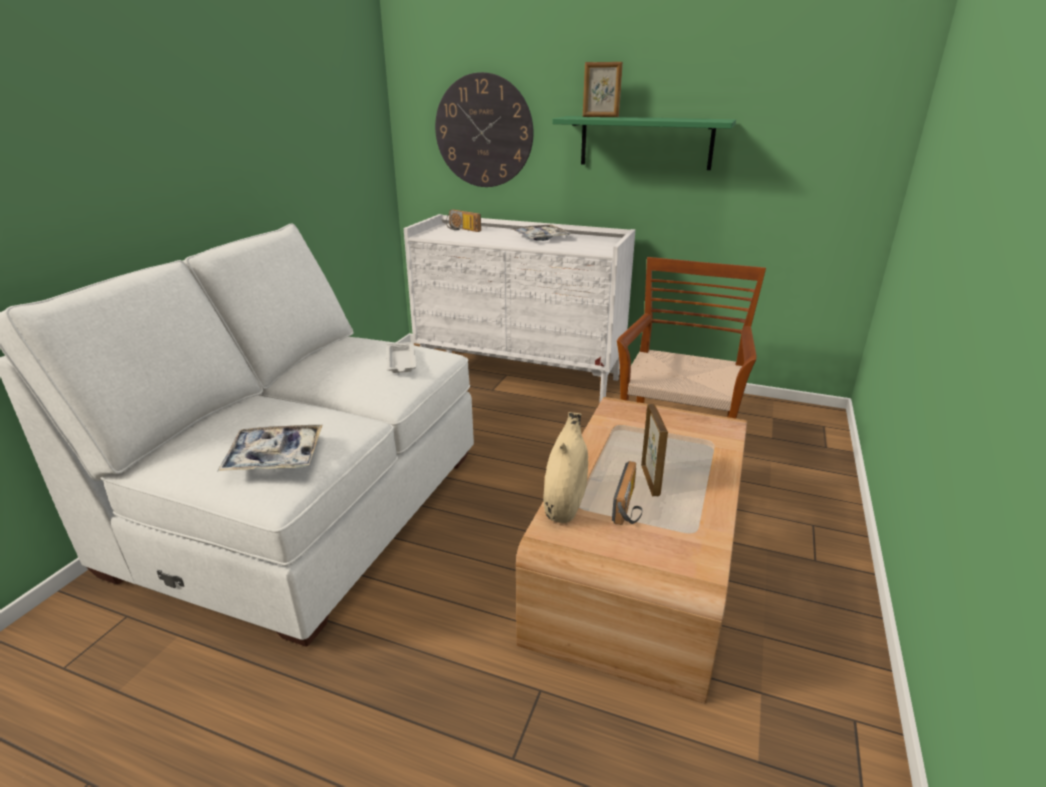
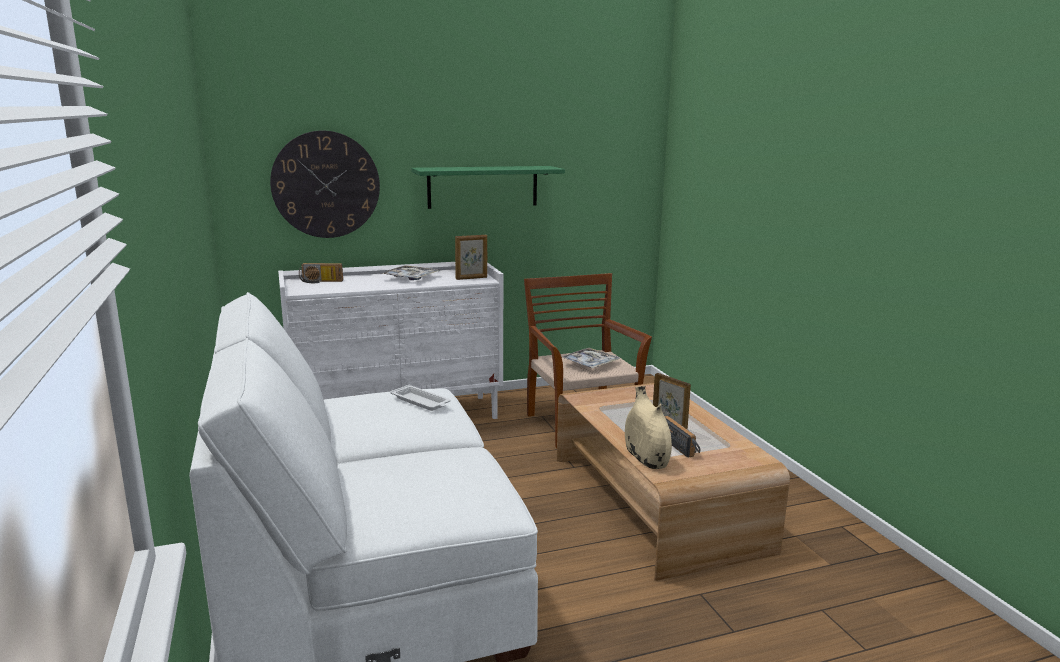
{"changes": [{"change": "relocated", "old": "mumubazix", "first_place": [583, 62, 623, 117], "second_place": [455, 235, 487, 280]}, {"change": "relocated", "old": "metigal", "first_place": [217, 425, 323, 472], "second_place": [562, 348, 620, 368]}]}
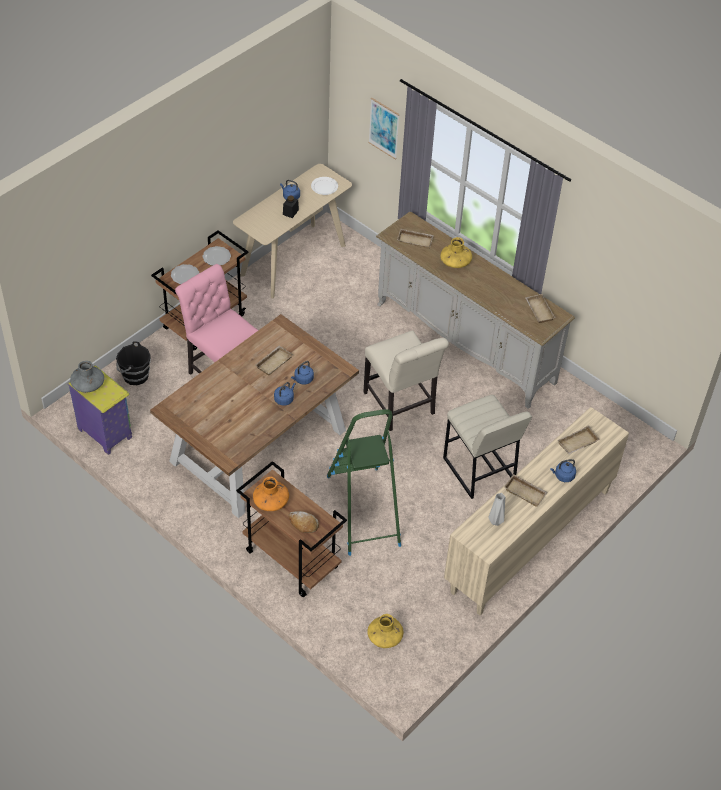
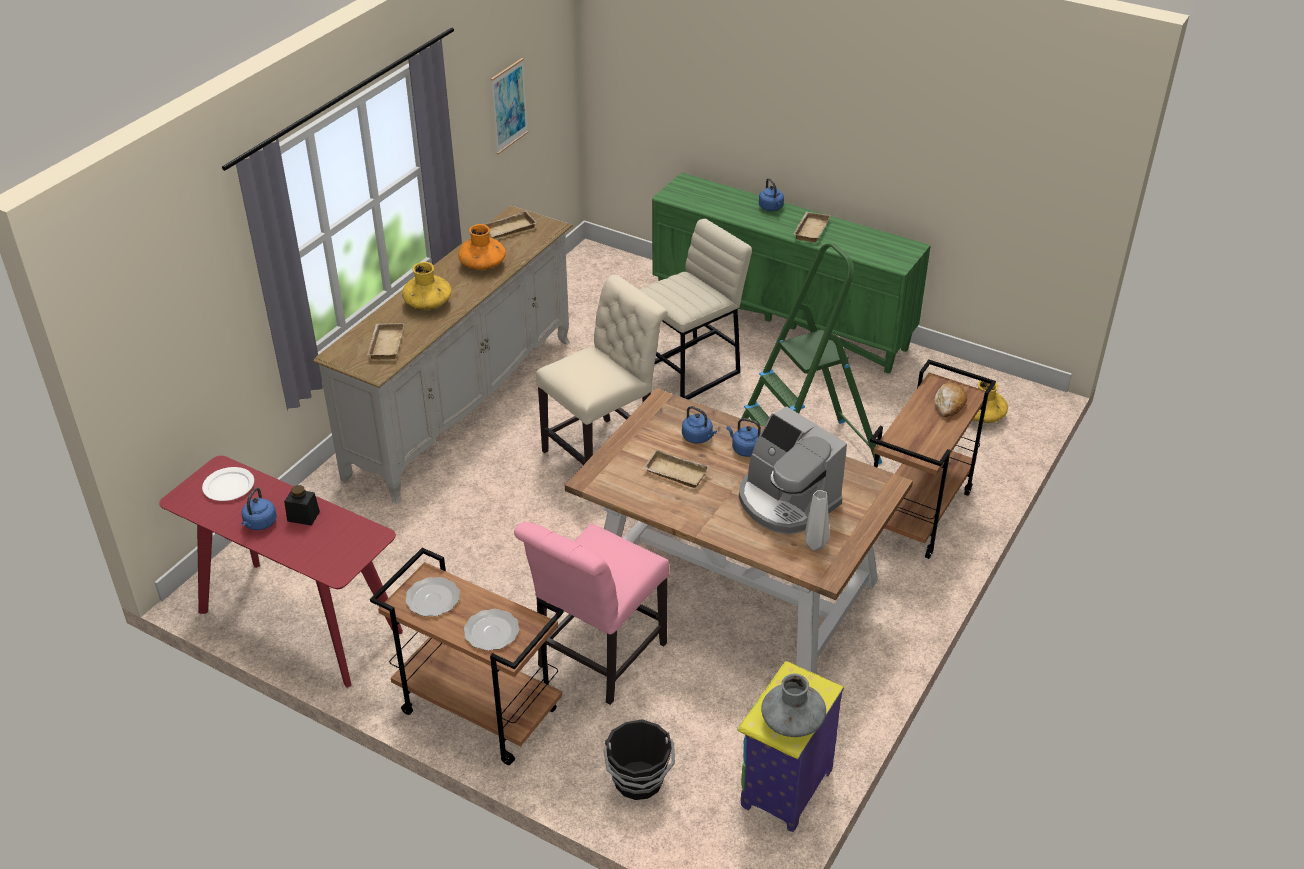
{"changes": [{"change": "relocated", "old": "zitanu", "first_place": [368, 98, 400, 160], "second_place": [491, 58, 528, 154]}, {"change": "colour", "old": "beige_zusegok", "new": "red_zusegok", "first_place": [233, 164, 352, 298], "second_place": [159, 456, 403, 688]}, {"change": "colour", "old": "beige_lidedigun", "new": "green_lidedigun", "first_place": [444, 407, 629, 615], "second_place": [652, 173, 931, 374]}, {"change": "missing", "old": "beige_metigal", "first_place": [558, 426, 600, 454]}, {"change": "relocated", "old": "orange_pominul", "first_place": [253, 477, 289, 511], "second_place": [458, 224, 506, 270]}, {"change": "relocated", "old": "grey_pominul", "first_place": [488, 493, 505, 526], "second_place": [805, 490, 830, 551]}, {"change": "appeared", "new": "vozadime", "second_place": [739, 406, 847, 535]}]}
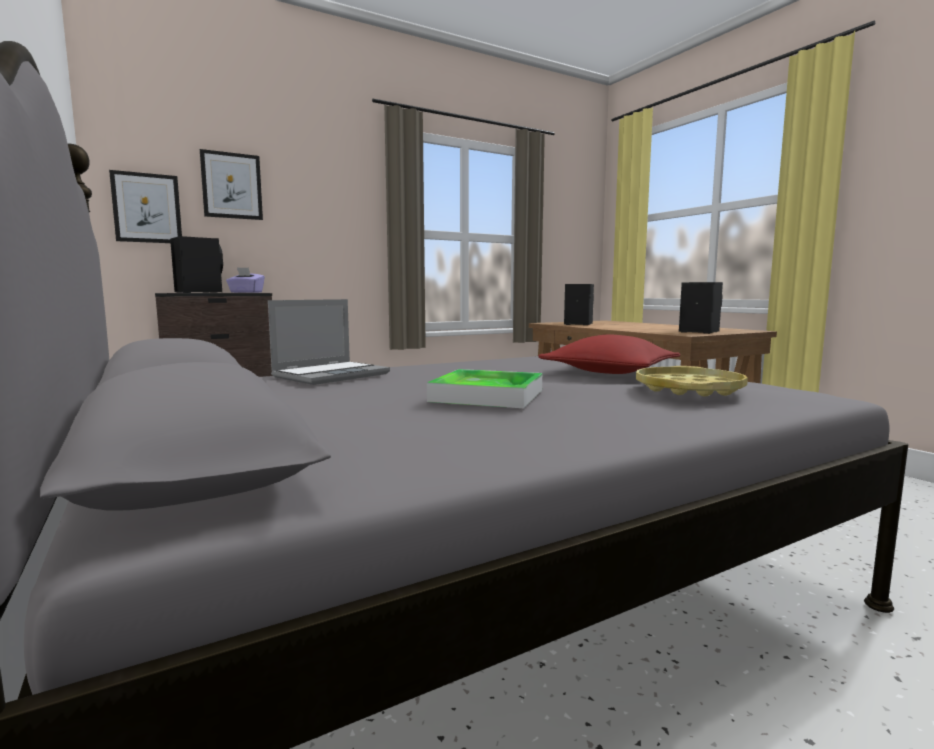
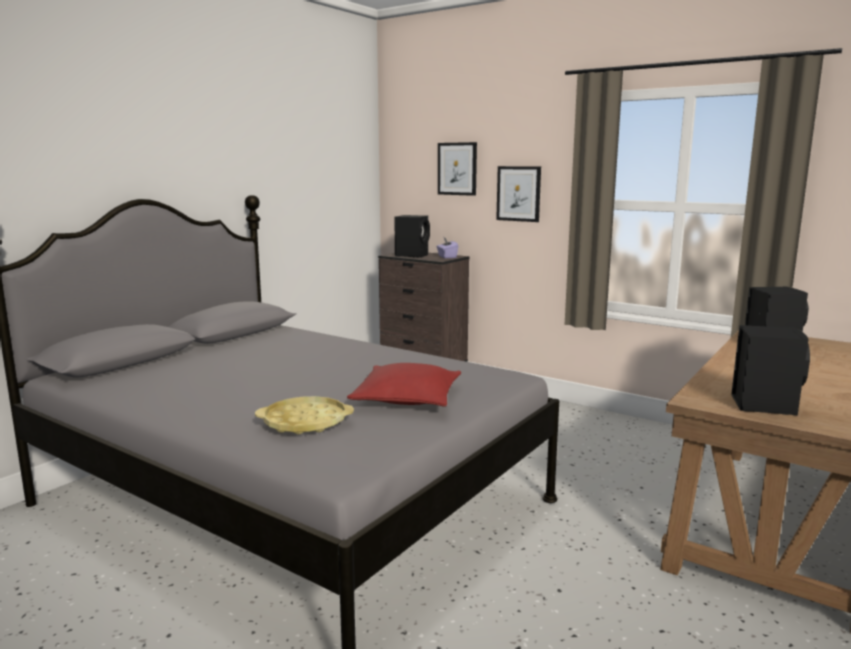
{"changes": [{"change": "relocated", "old": "zitanu", "first_place": [109, 170, 182, 243], "second_place": [496, 166, 541, 222]}, {"change": "missing", "old": "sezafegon", "first_place": [268, 299, 390, 385]}, {"change": "missing", "old": "metigal", "first_place": [427, 369, 542, 408]}]}
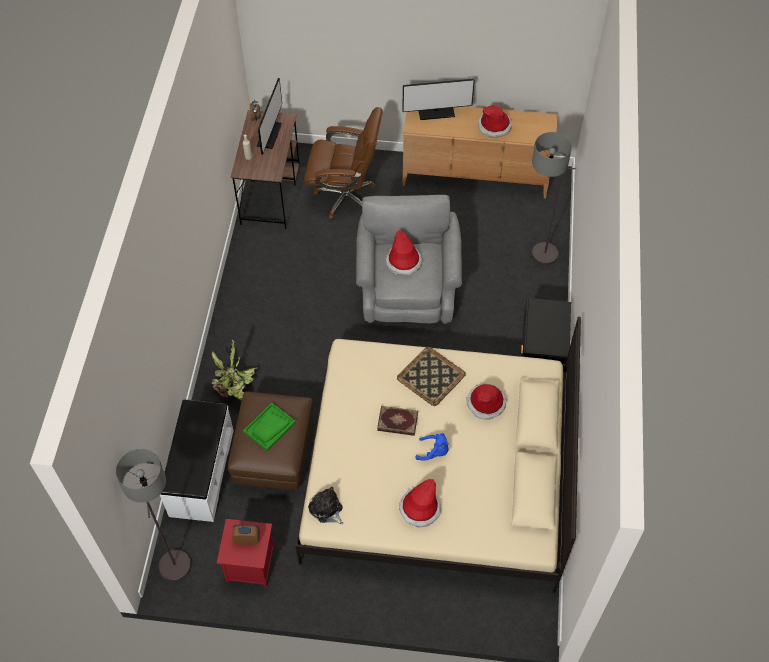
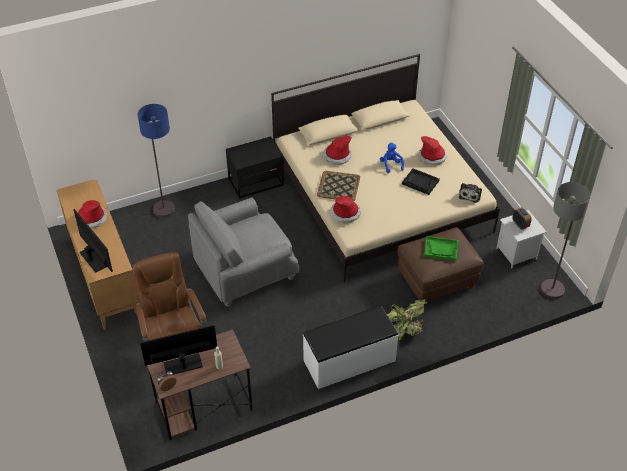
{"changes": [{"change": "colour", "old": "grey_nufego", "new": "blue_nufego", "first_place": [532, 132, 576, 265], "second_place": [138, 104, 175, 218]}, {"change": "relocated", "old": "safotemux", "first_place": [386, 230, 422, 276], "second_place": [331, 196, 361, 223]}, {"change": "relocated", "old": "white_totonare", "first_place": [160, 400, 234, 522], "second_place": [303, 306, 399, 389]}, {"change": "missing", "old": "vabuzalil", "first_place": [377, 406, 418, 436]}, {"change": "colour", "old": "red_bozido", "new": "grey_bozido", "first_place": [217, 519, 274, 587], "second_place": [496, 210, 547, 268]}, {"change": "appeared", "new": "black_metigal", "second_place": [402, 168, 440, 195]}]}
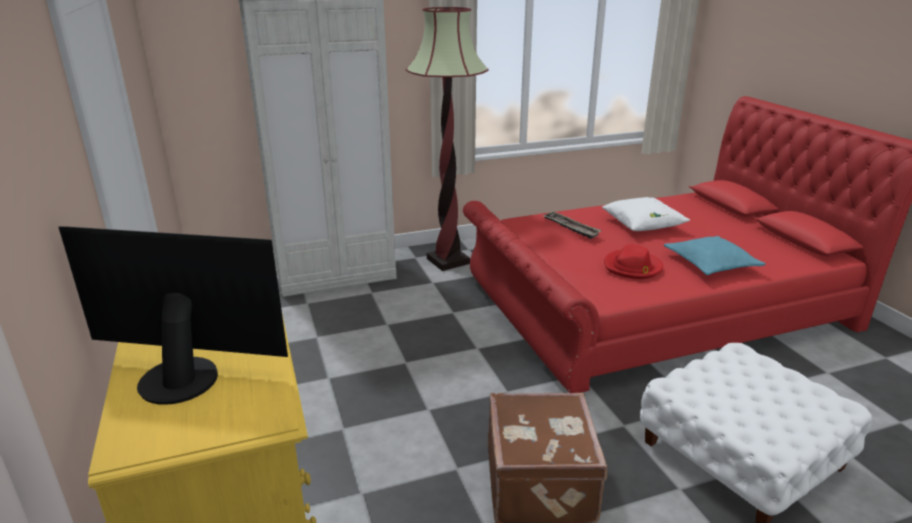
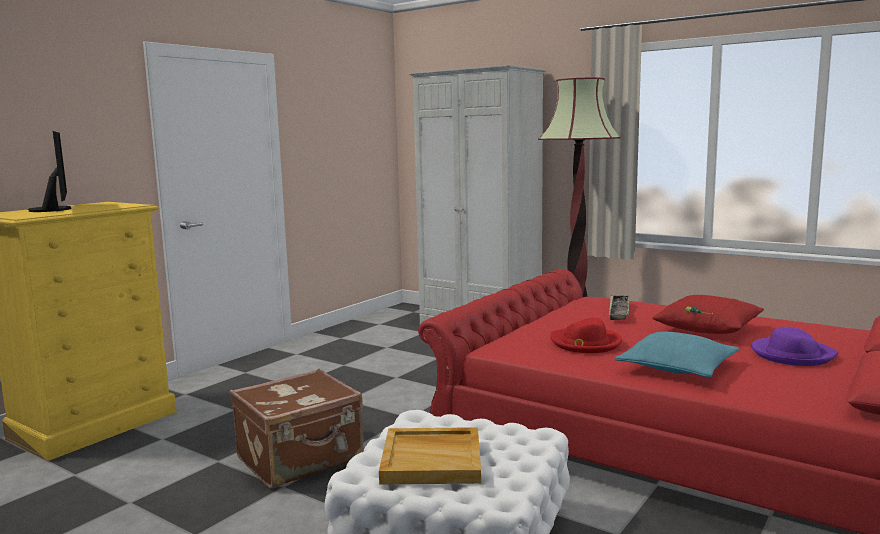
{"changes": [{"change": "colour", "old": "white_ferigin", "new": "red_ferigin", "first_place": [602, 197, 690, 231], "second_place": [652, 295, 764, 334]}, {"change": "appeared", "new": "purple_safotemux", "second_place": [751, 327, 838, 366]}, {"change": "appeared", "new": "beige_metigal", "second_place": [379, 427, 481, 484]}]}
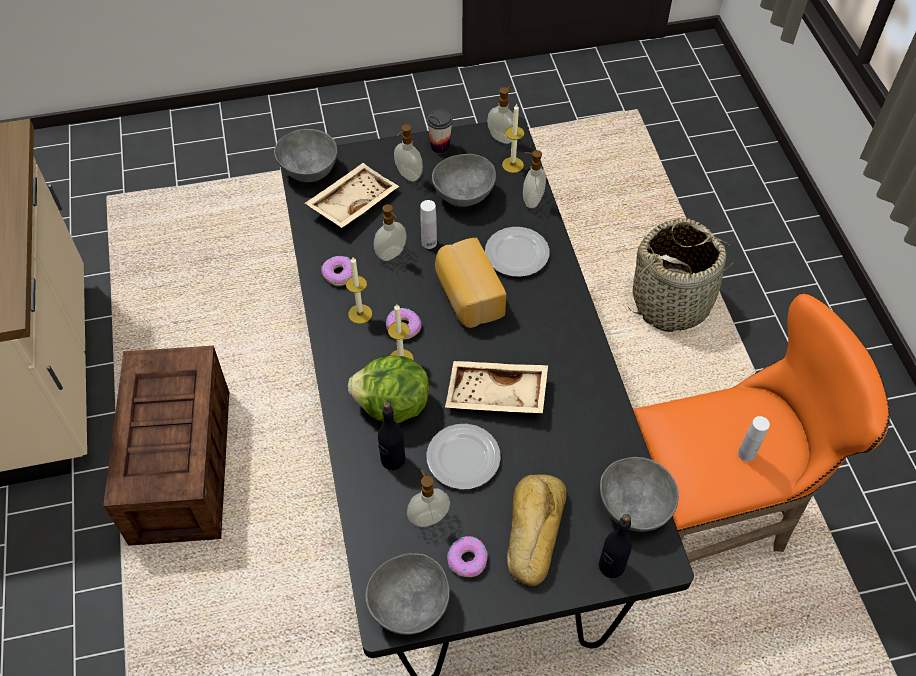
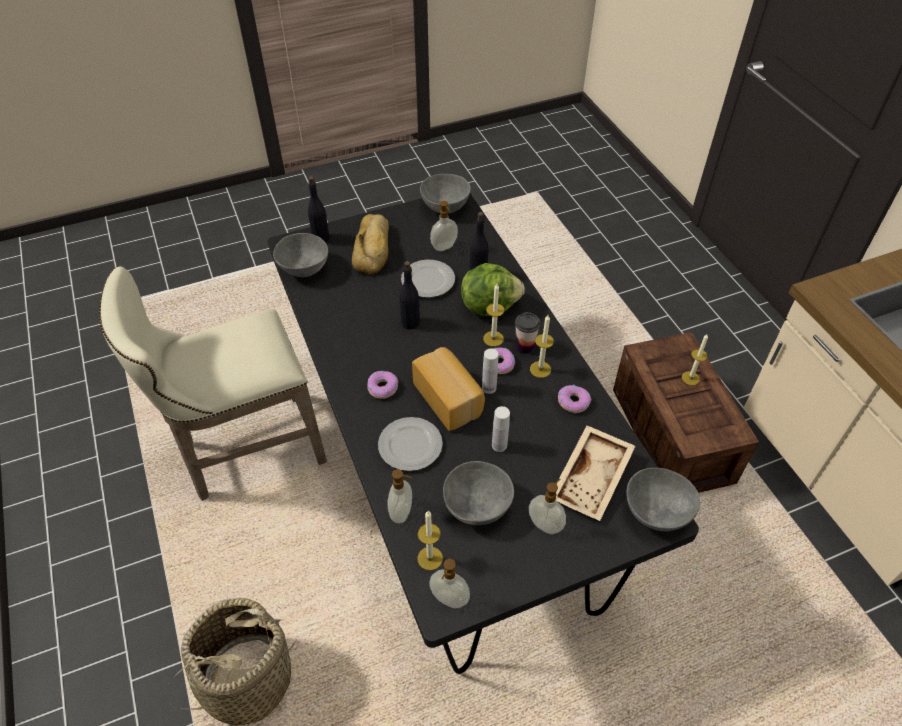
{"changes": [{"change": "relocated", "old": "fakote", "first_place": [427, 109, 453, 153], "second_place": [515, 312, 540, 354]}, {"change": "missing", "old": "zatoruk", "first_place": [374, 204, 407, 261]}, {"change": "colour", "old": "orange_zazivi", "new": "beige_zazivi", "first_place": [633, 293, 890, 601], "second_place": [99, 266, 327, 501]}, {"change": "exchanged", "old": "beige_metigal", "new": "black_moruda", "first_place": [445, 361, 548, 413], "second_place": [399, 261, 420, 330]}, {"change": "relocated", "old": "white_moruda", "first_place": [738, 416, 770, 462], "second_place": [482, 348, 498, 394]}, {"change": "relocated", "old": "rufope", "first_place": [447, 536, 488, 577], "second_place": [368, 371, 398, 399]}, {"change": "appeared", "new": "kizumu", "second_place": [682, 334, 708, 386]}]}
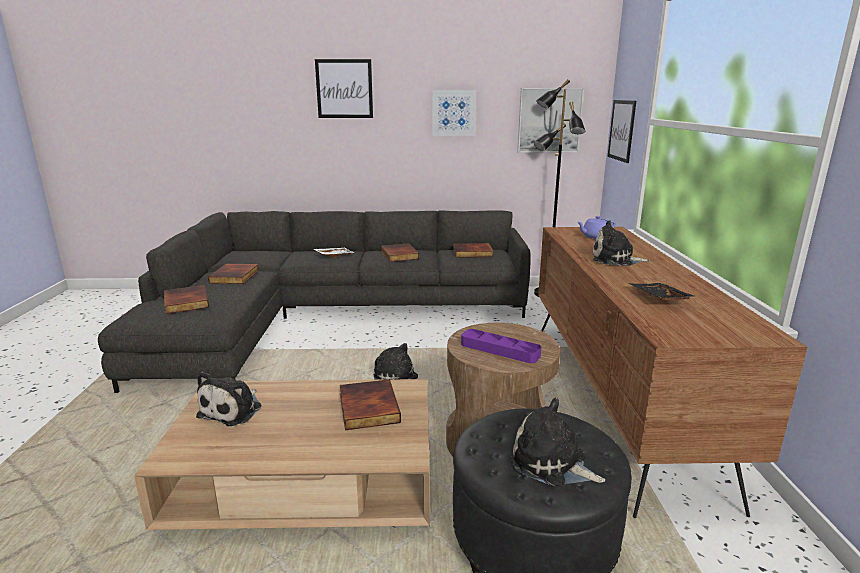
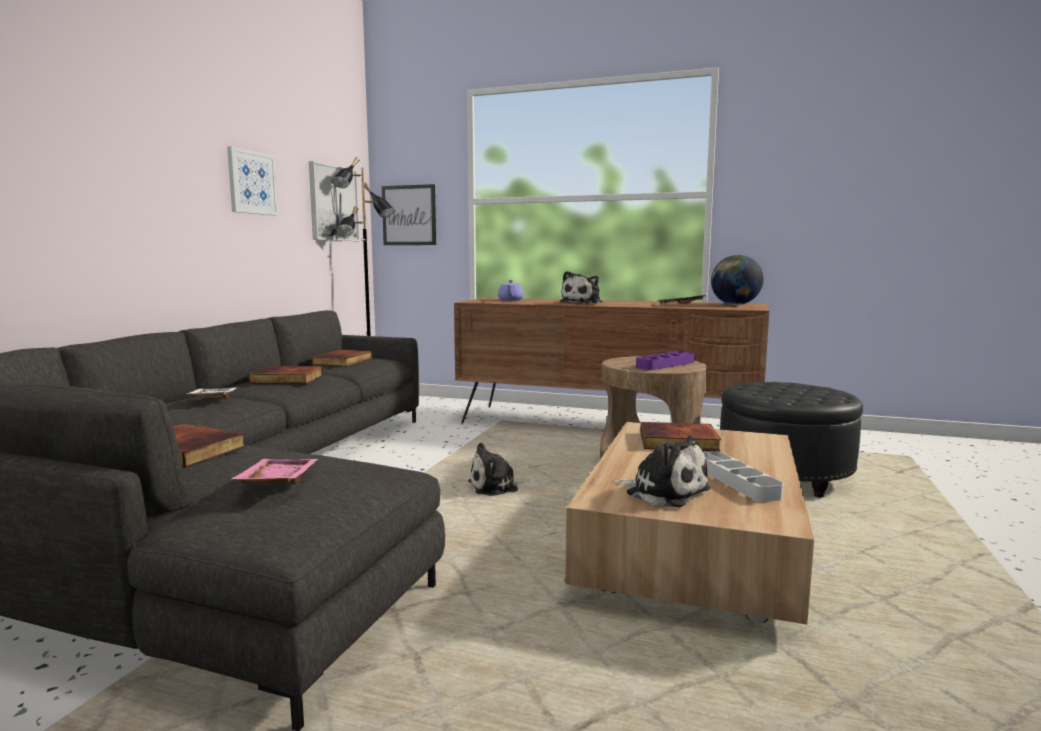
{"changes": [{"change": "missing", "old": "zitanu", "first_place": [315, 59, 373, 118]}, {"change": "exchanged", "old": "vabuzalil", "new": "pink_metigal", "first_place": [164, 285, 209, 314], "second_place": [231, 459, 318, 485]}, {"change": "missing", "old": "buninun", "first_place": [510, 398, 605, 486]}, {"change": "appeared", "new": "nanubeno", "second_place": [711, 255, 764, 305]}, {"change": "appeared", "new": "grey_metigal", "second_place": [703, 451, 783, 502]}]}
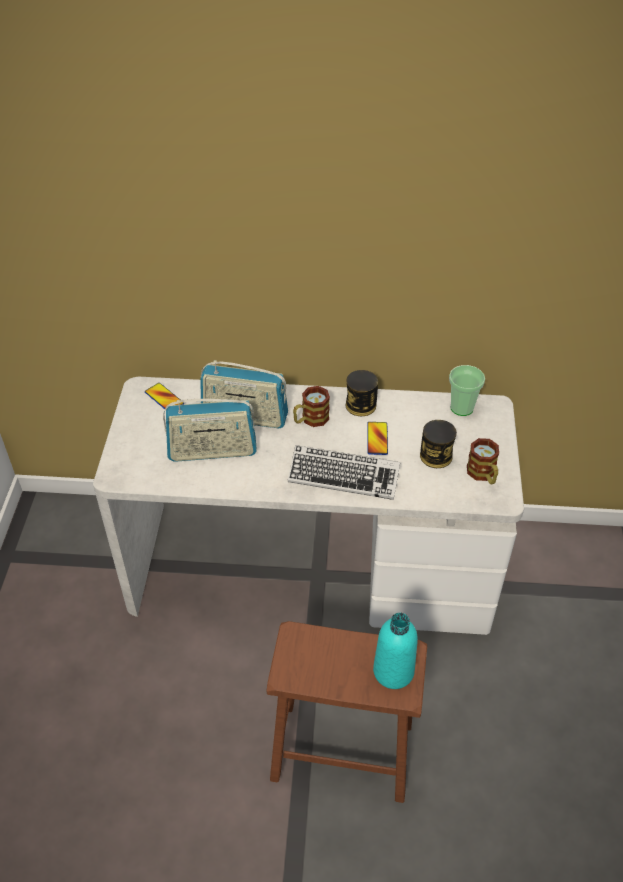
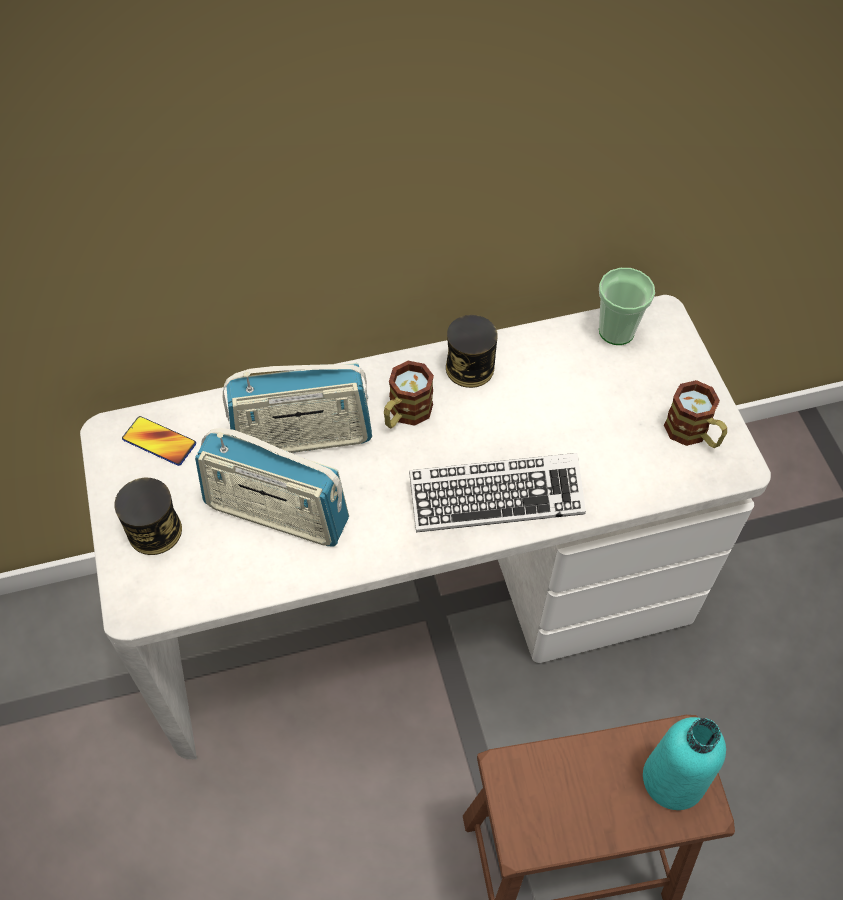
{"changes": [{"change": "spun", "old": "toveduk", "first_place": [163, 399, 257, 462], "second_place": [195, 428, 349, 547], "degrees": 45}, {"change": "relocated", "old": "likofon", "first_place": [420, 420, 457, 468], "second_place": [114, 478, 182, 555]}, {"change": "missing", "old": "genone", "first_place": [367, 422, 388, 455]}]}
